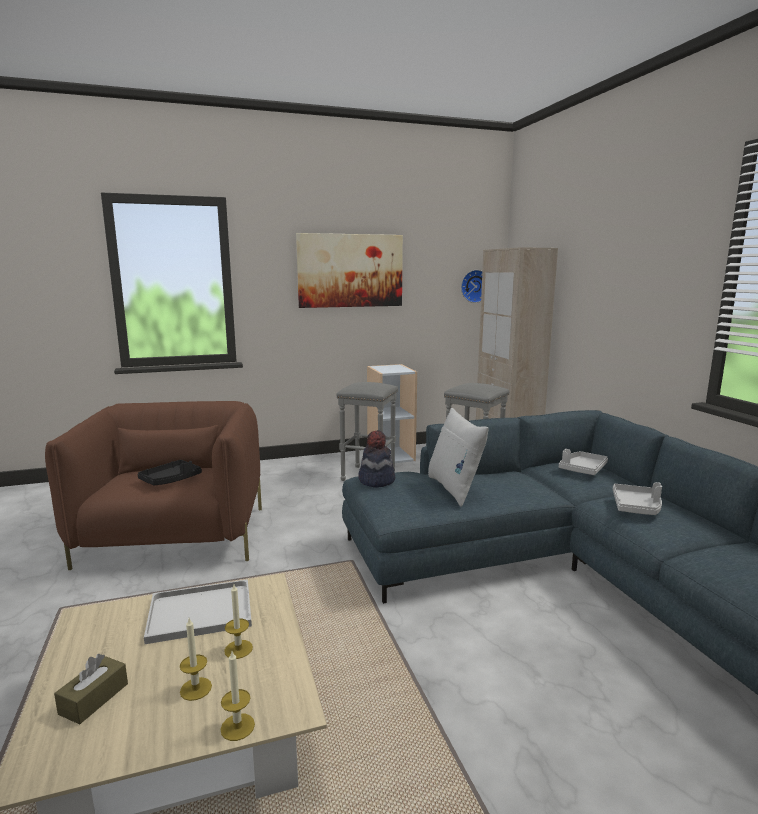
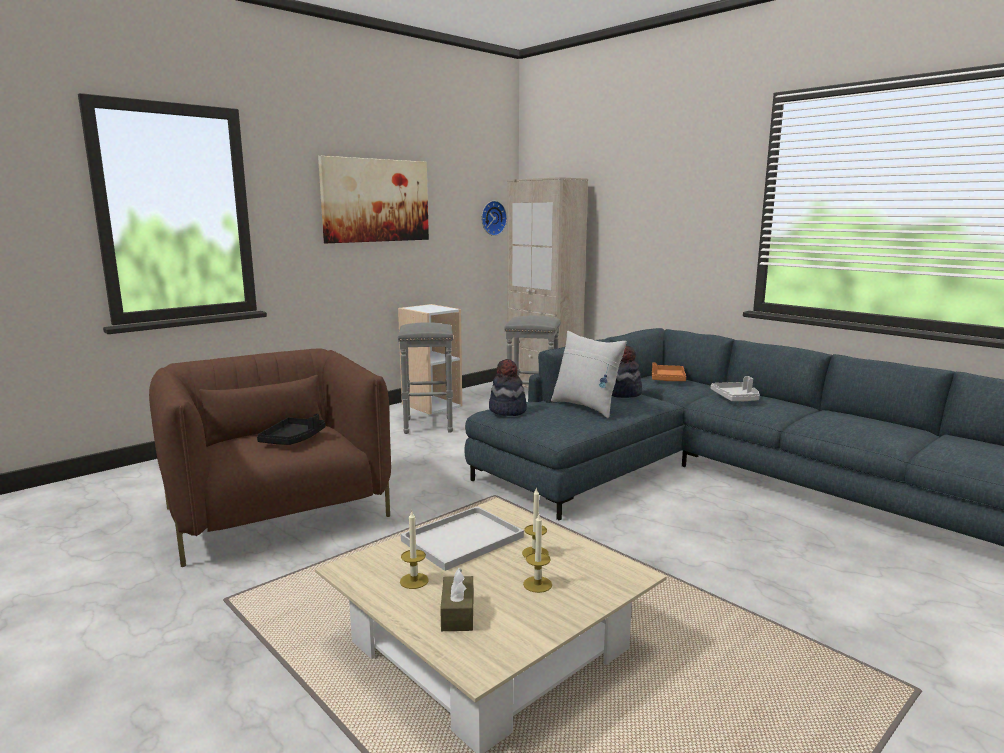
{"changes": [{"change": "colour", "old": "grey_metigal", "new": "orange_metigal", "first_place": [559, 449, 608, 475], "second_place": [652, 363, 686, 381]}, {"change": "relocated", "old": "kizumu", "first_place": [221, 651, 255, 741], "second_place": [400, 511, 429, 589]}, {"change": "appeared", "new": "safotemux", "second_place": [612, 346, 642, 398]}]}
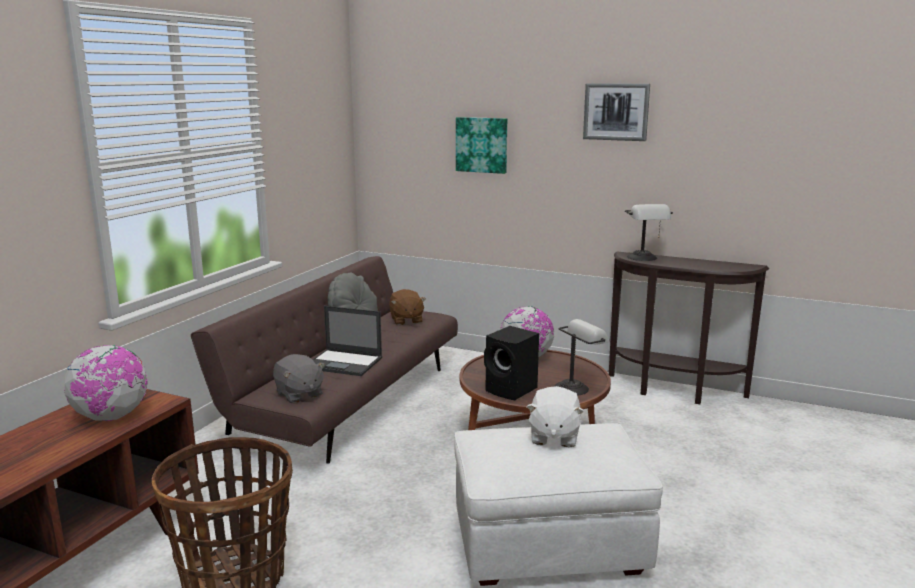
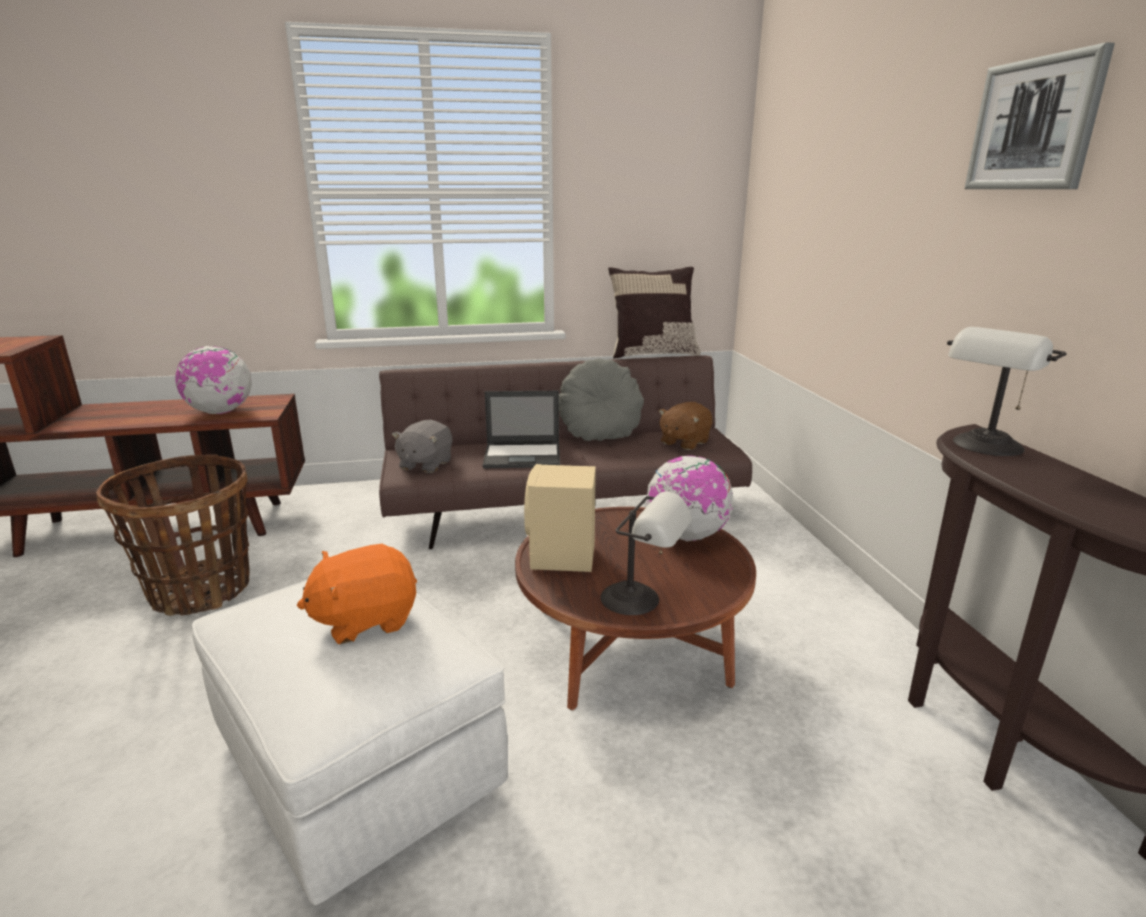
{"changes": [{"change": "missing", "old": "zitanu", "first_place": [456, 117, 507, 174]}, {"change": "spun", "old": "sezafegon", "first_place": [313, 306, 382, 376], "second_place": [483, 391, 560, 468], "degrees": -75}, {"change": "colour", "old": "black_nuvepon", "new": "beige_nuvepon", "first_place": [484, 326, 539, 400], "second_place": [524, 464, 596, 572]}, {"change": "colour", "old": "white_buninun", "new": "orange_buninun", "first_place": [527, 386, 584, 447], "second_place": [297, 544, 417, 645]}, {"change": "appeared", "new": "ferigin", "second_place": [608, 267, 701, 358]}]}
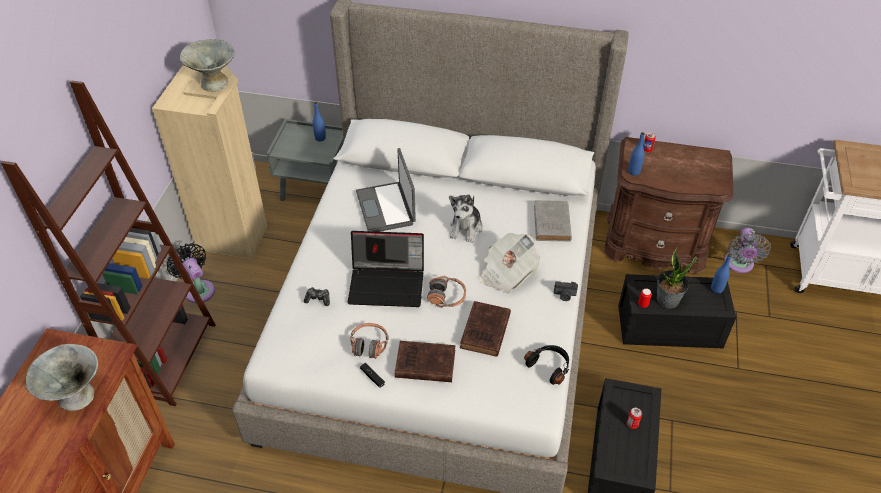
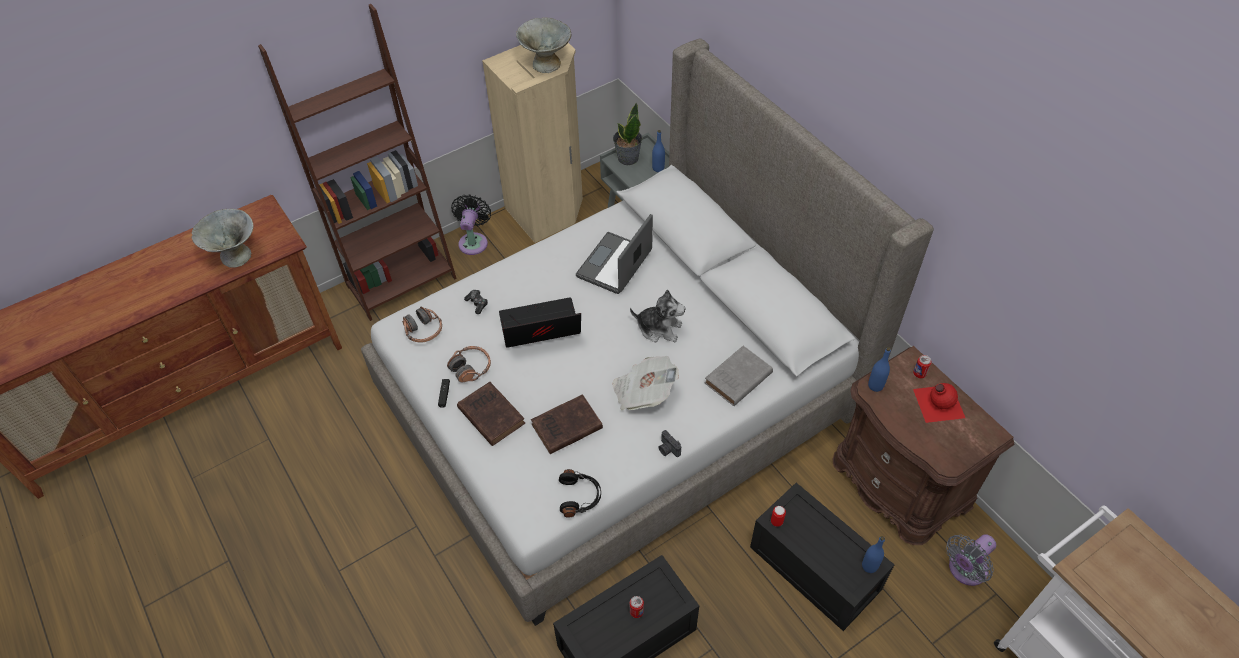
{"changes": [{"change": "spun", "old": "buninun", "first_place": [449, 194, 483, 243], "second_place": [630, 290, 685, 342], "degrees": -135}, {"change": "spun", "old": "sezafegon", "first_place": [348, 231, 424, 307], "second_place": [499, 297, 581, 348], "degrees": 120}, {"change": "relocated", "old": "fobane", "first_place": [657, 244, 697, 309], "second_place": [613, 102, 642, 165]}, {"change": "relocated", "old": "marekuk", "first_place": [427, 276, 466, 308], "second_place": [402, 307, 442, 343]}, {"change": "appeared", "new": "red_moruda", "second_place": [913, 383, 965, 423]}]}
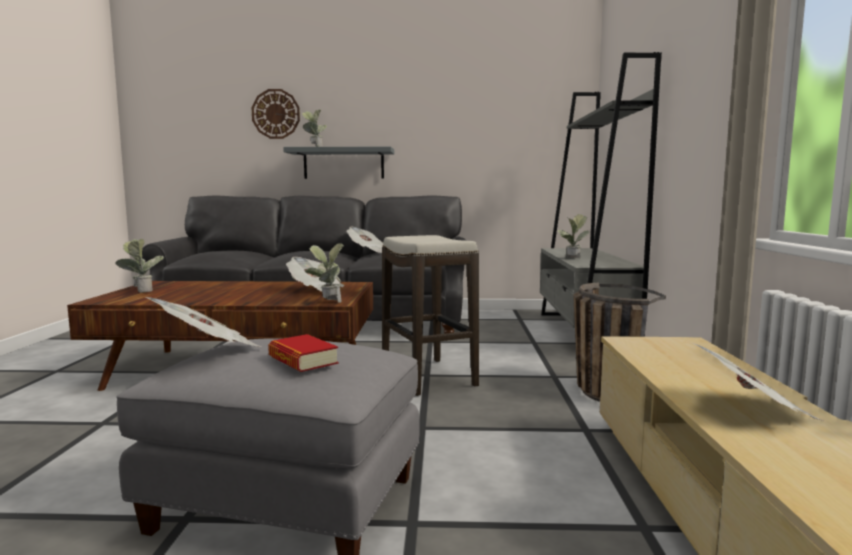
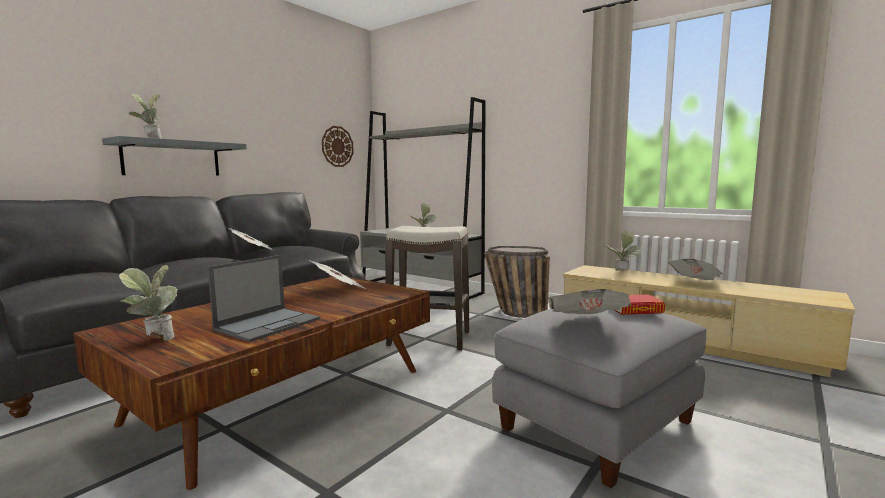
{"changes": [{"change": "relocated", "old": "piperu", "first_place": [251, 89, 300, 139], "second_place": [322, 126, 354, 167]}, {"change": "relocated", "old": "fobane", "first_place": [305, 243, 344, 303], "second_place": [606, 230, 642, 271]}, {"change": "appeared", "new": "sezafegon", "second_place": [208, 255, 320, 342]}]}
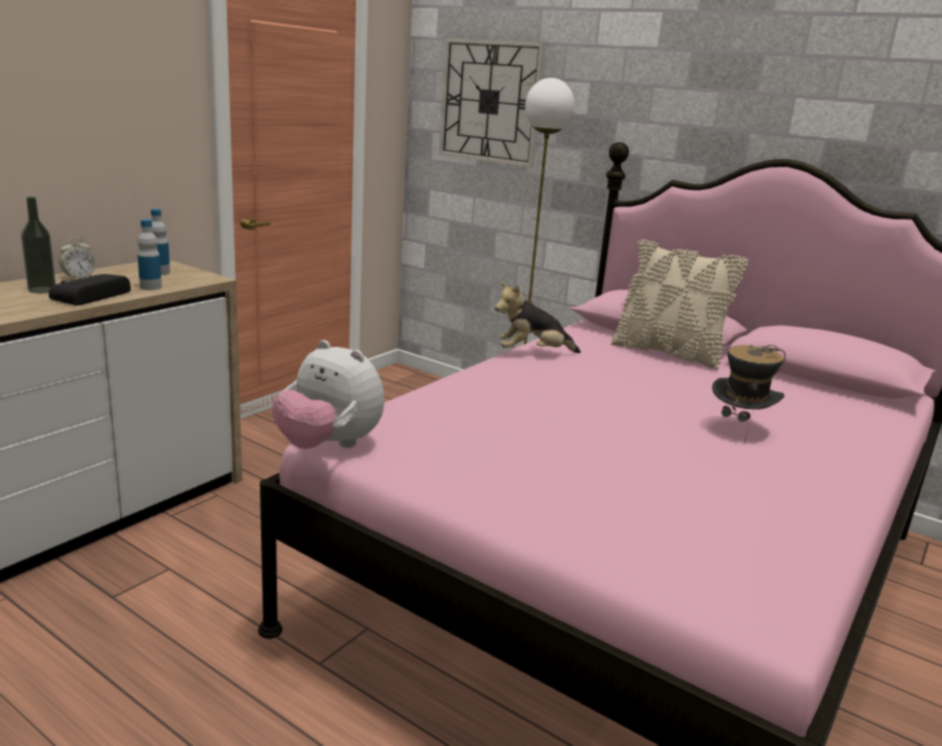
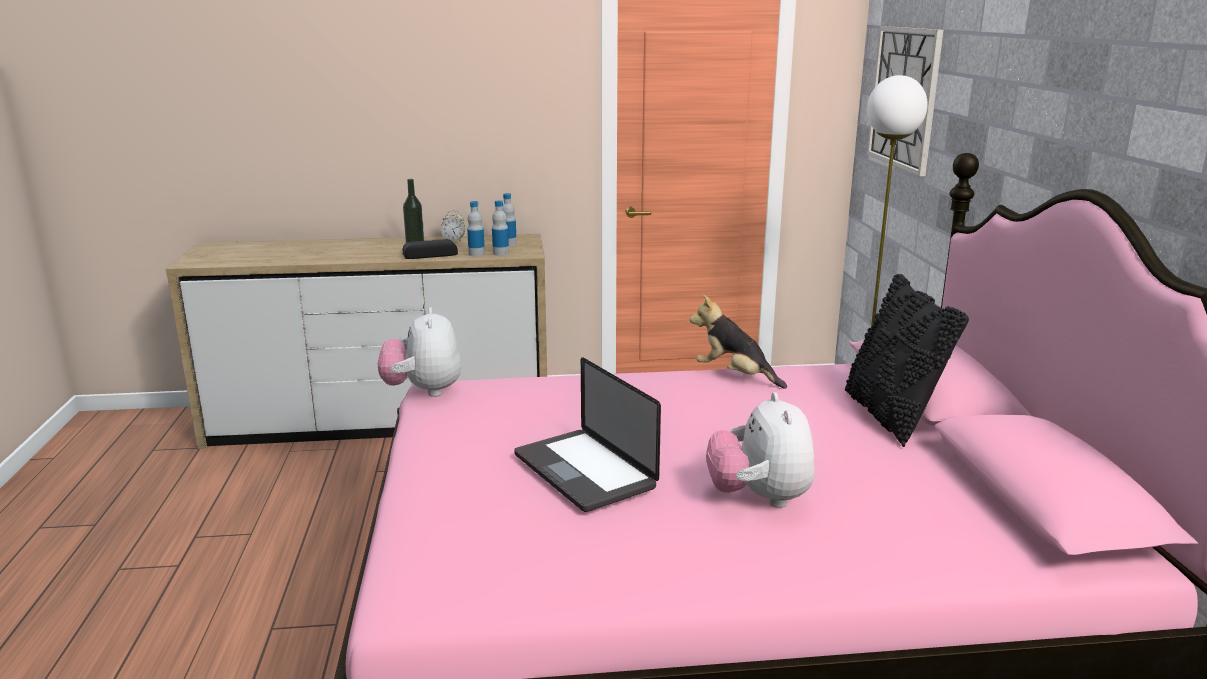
{"changes": [{"change": "colour", "old": "beige_ferigin", "new": "black_ferigin", "first_place": [611, 240, 748, 370], "second_place": [845, 274, 969, 447]}, {"change": "exchanged", "old": "safotemux", "new": "buninun", "first_place": [712, 345, 786, 444], "second_place": [706, 392, 815, 508]}, {"change": "appeared", "new": "moruda", "second_place": [492, 200, 509, 256]}, {"change": "appeared", "new": "sezafegon", "second_place": [514, 357, 661, 512]}]}
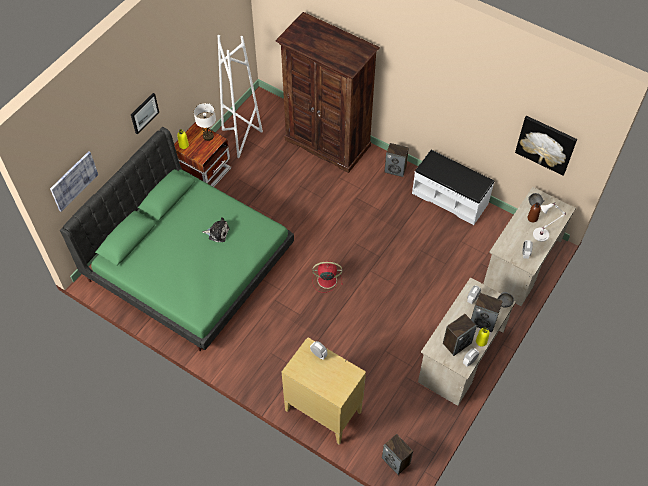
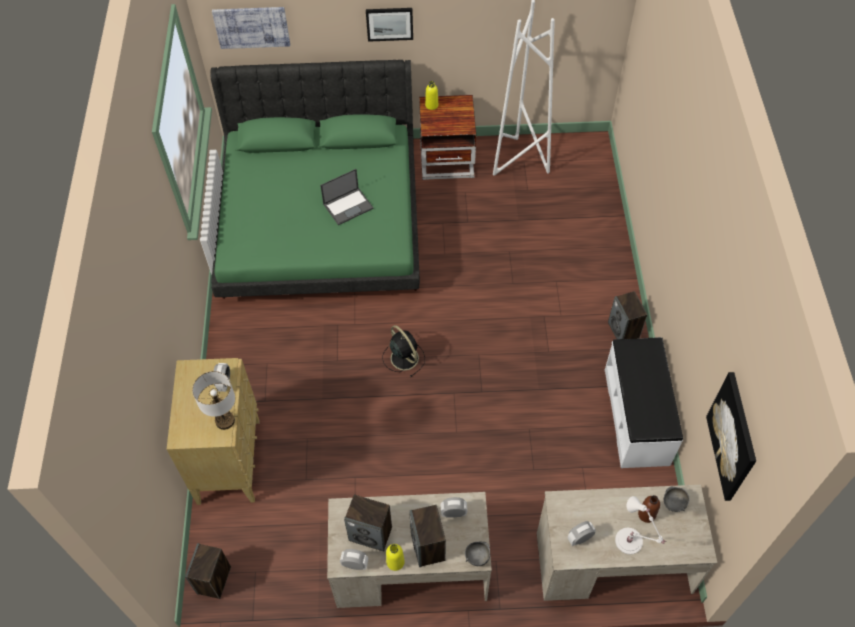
{"changes": [{"change": "missing", "old": "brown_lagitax", "first_place": [276, 12, 380, 173]}, {"change": "relocated", "old": "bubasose", "first_place": [194, 103, 216, 141], "second_place": [192, 371, 235, 430]}, {"change": "exchanged", "old": "buninun", "new": "sezafegon", "first_place": [202, 217, 230, 242], "second_place": [320, 169, 374, 225]}, {"change": "colour", "old": "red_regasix", "new": "black_regasix", "first_place": [312, 261, 343, 293], "second_place": [382, 325, 425, 377]}]}
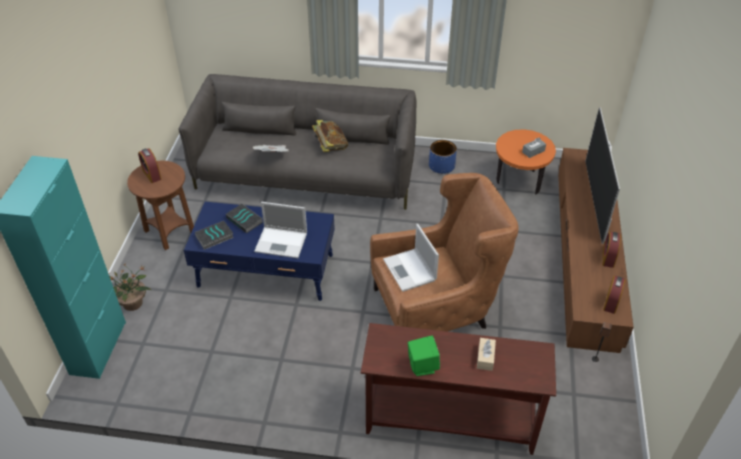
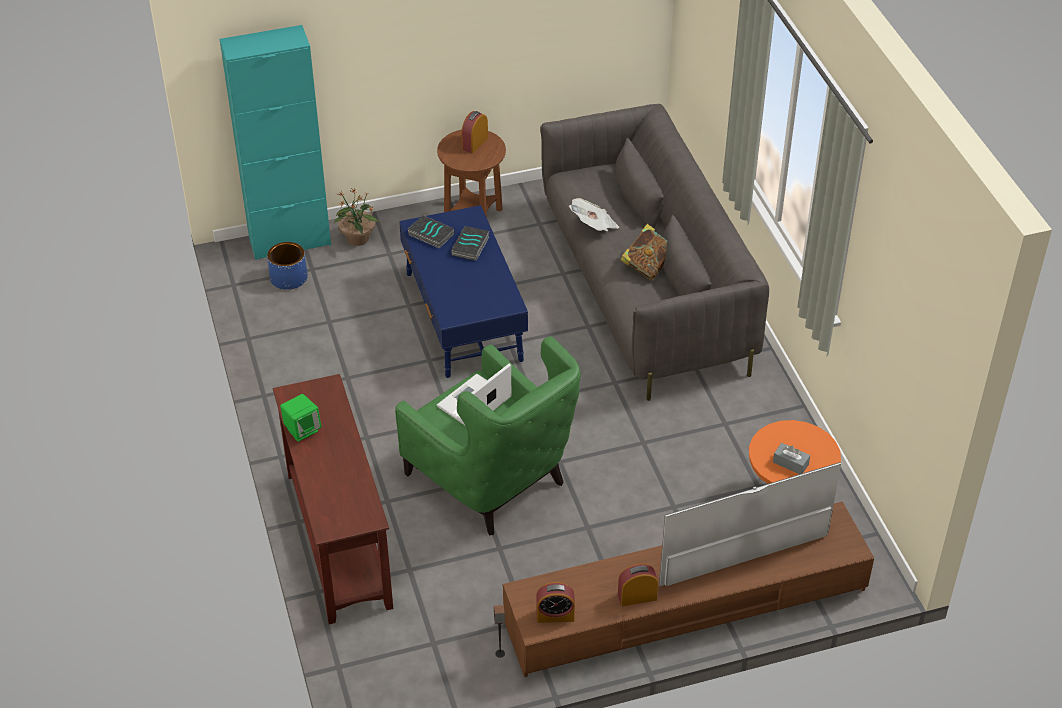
{"changes": [{"change": "relocated", "old": "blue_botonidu", "first_place": [429, 140, 457, 174], "second_place": [267, 242, 308, 290]}, {"change": "colour", "old": "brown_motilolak", "new": "green_motilolak", "first_place": [370, 173, 519, 332], "second_place": [395, 336, 581, 536]}, {"change": "missing", "old": "sezafegon", "first_place": [254, 202, 307, 258]}, {"change": "missing", "old": "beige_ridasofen", "first_place": [477, 338, 496, 371]}]}
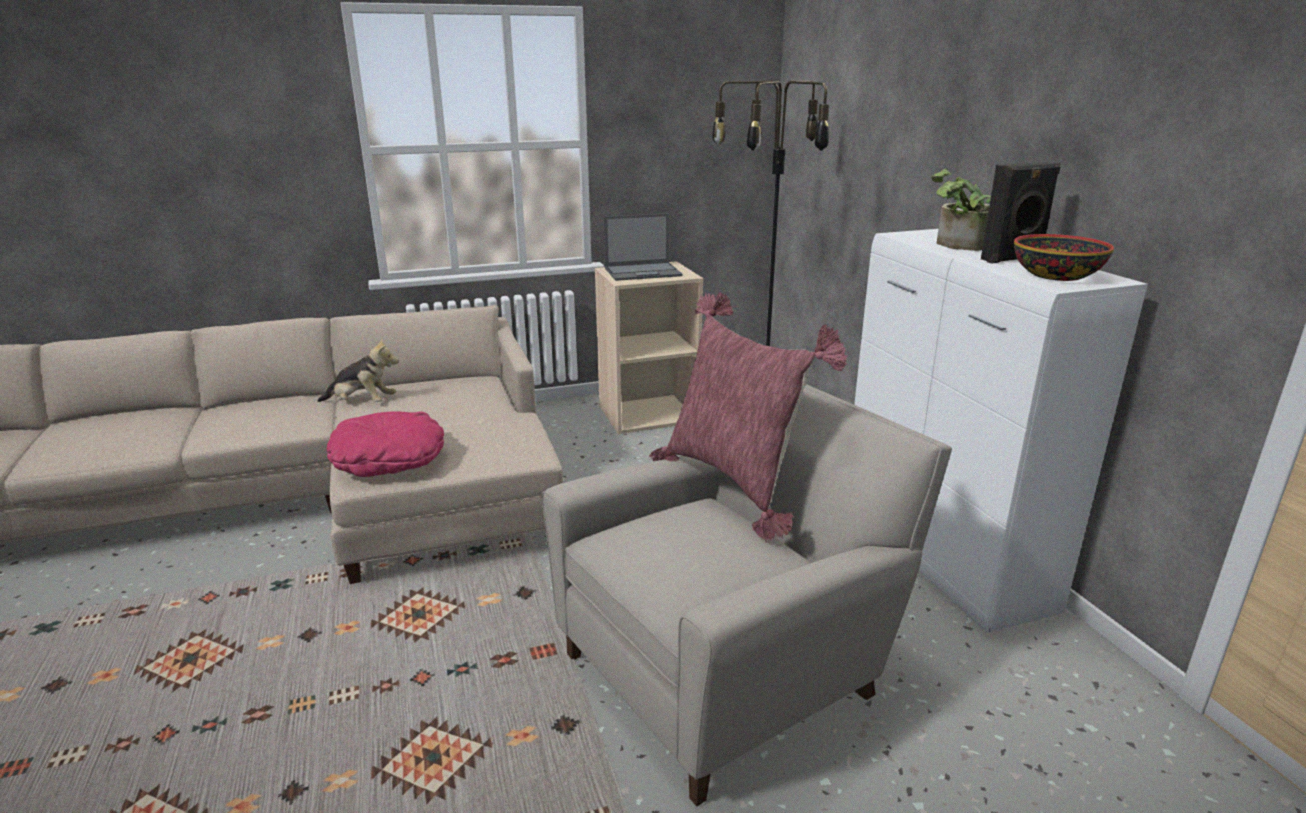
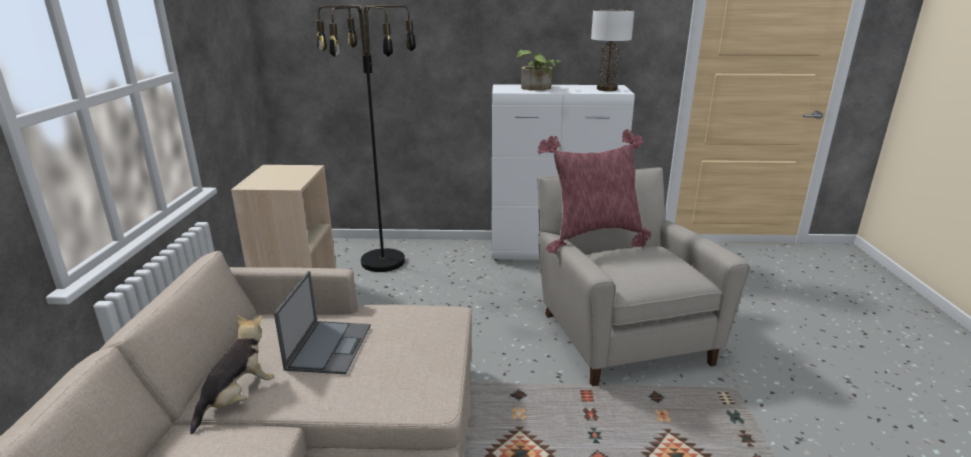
{"changes": [{"change": "missing", "old": "black_nuvepon", "first_place": [981, 162, 1061, 264]}, {"change": "relocated", "old": "sezafegon", "first_place": [604, 213, 683, 281], "second_place": [274, 271, 371, 374]}, {"change": "exchanged", "old": "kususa", "new": "bubasose", "first_place": [1014, 234, 1114, 281], "second_place": [591, 10, 634, 91]}, {"change": "missing", "old": "pink_ferigin", "first_place": [327, 411, 444, 477]}]}
